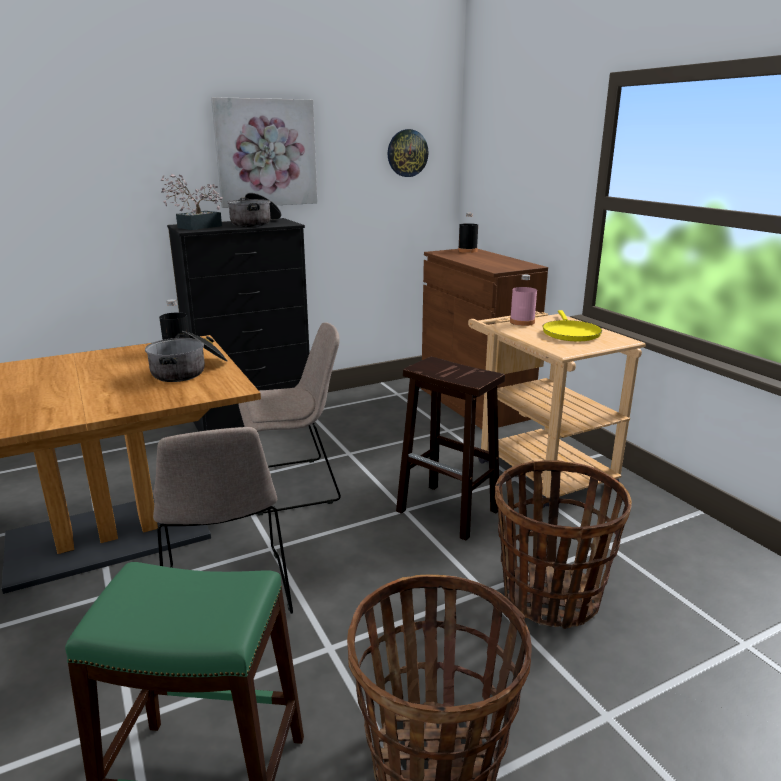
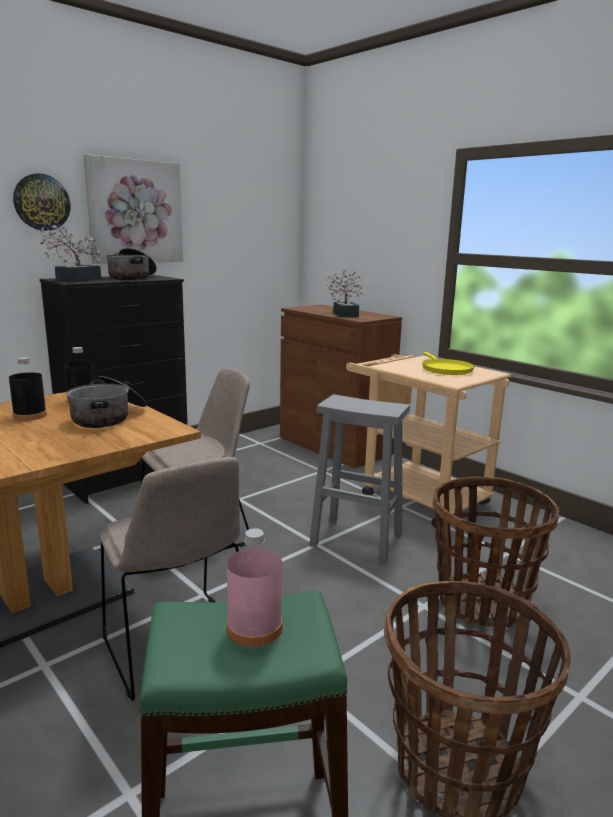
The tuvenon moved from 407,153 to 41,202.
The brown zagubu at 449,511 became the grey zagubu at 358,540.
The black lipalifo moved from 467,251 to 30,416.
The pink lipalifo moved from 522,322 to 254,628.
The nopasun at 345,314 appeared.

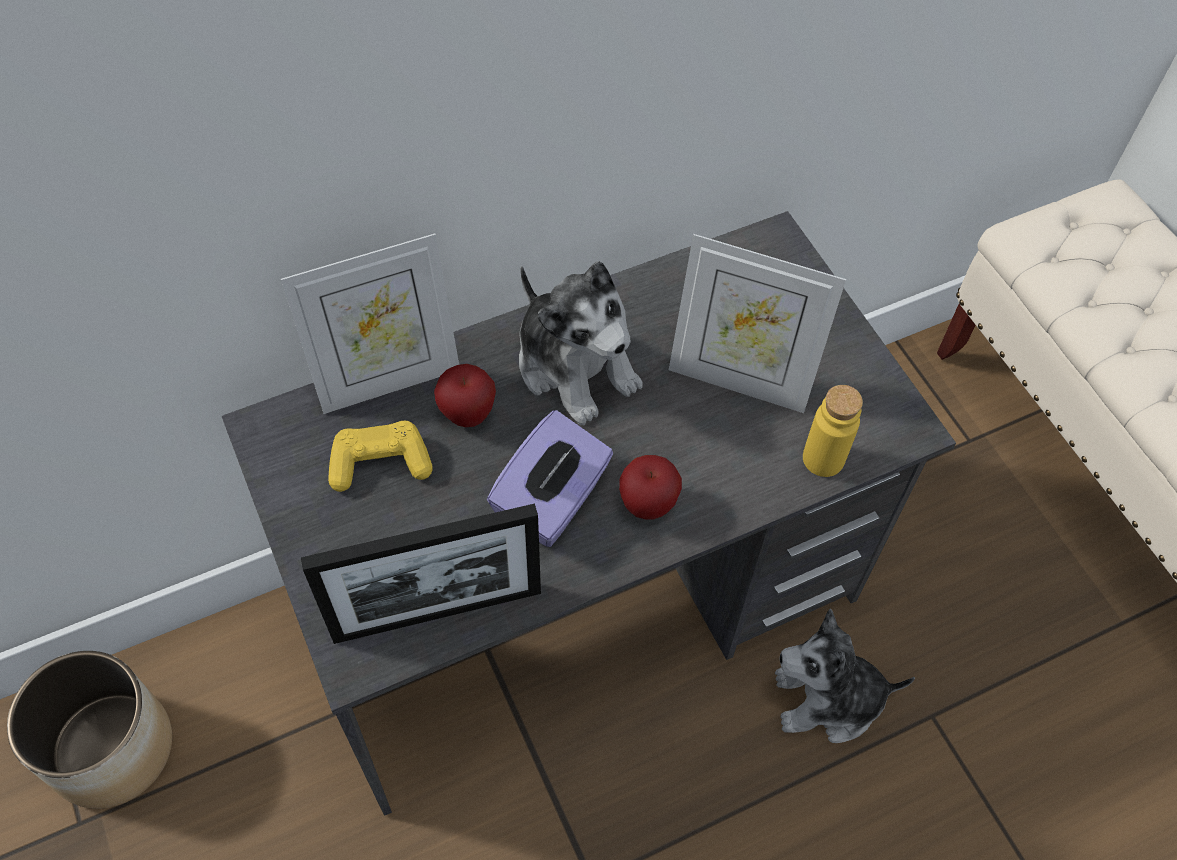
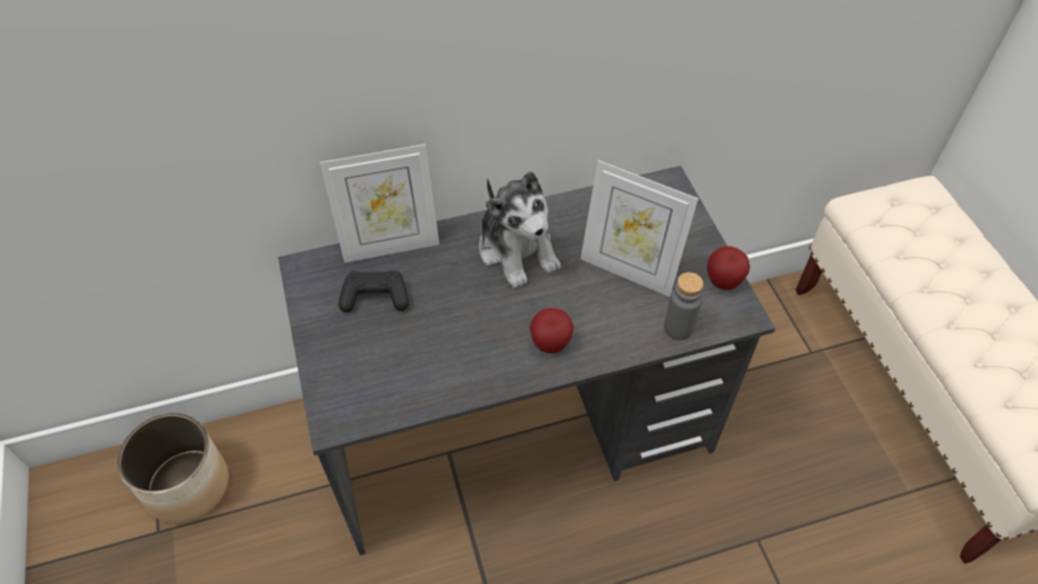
The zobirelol at 437,613 disappeared.
The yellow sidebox at 380,463 became the black sidebox at 375,297.
The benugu moved from 467,414 to 723,282.
The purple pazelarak at 552,500 disappeared.
The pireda at 828,700 disappeared.
The yellow lipalifo at 823,459 became the grey lipalifo at 678,328.

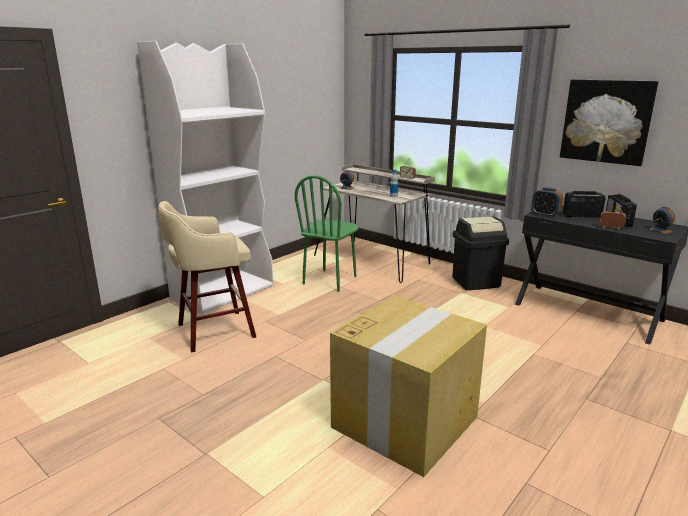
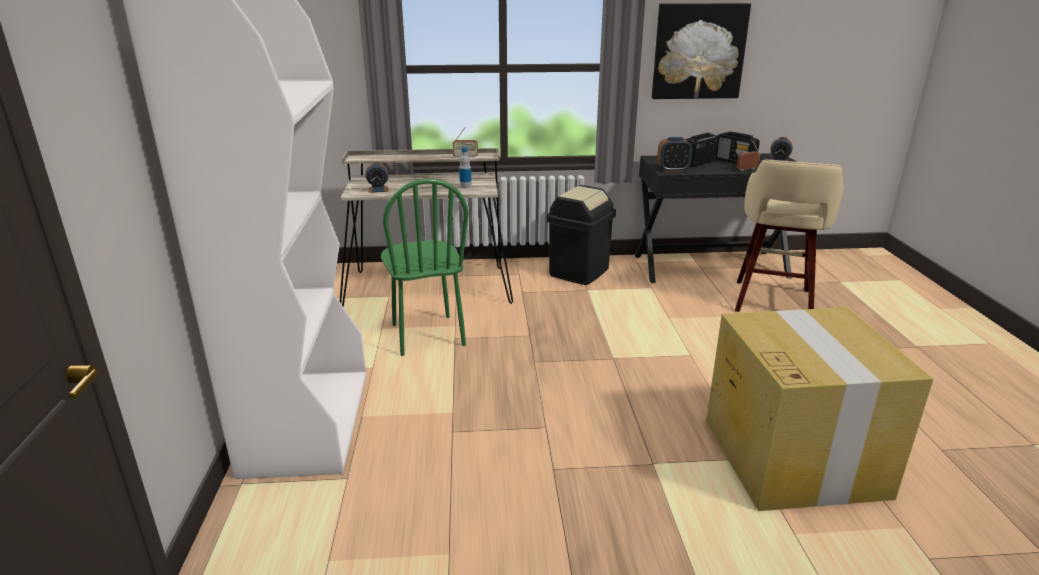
The beige zagubu moved from 213,331 to 772,302.

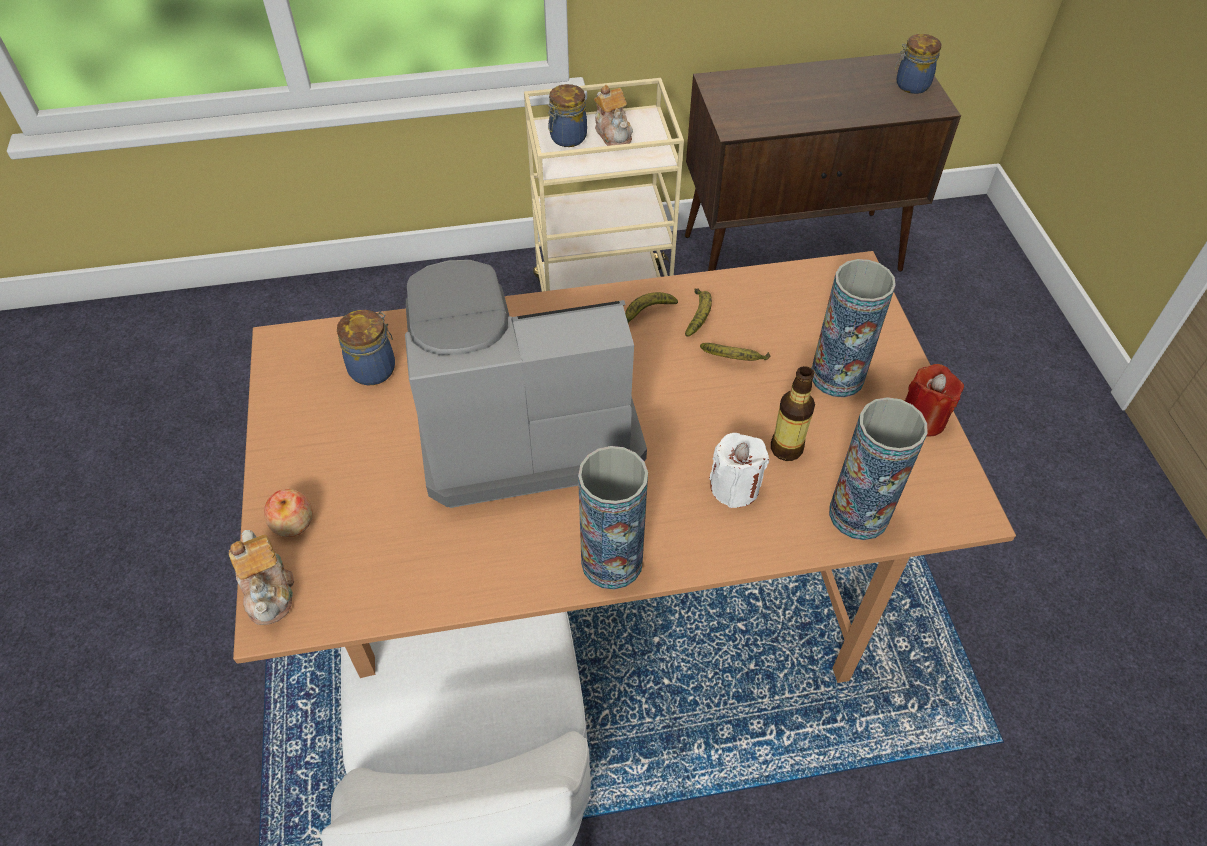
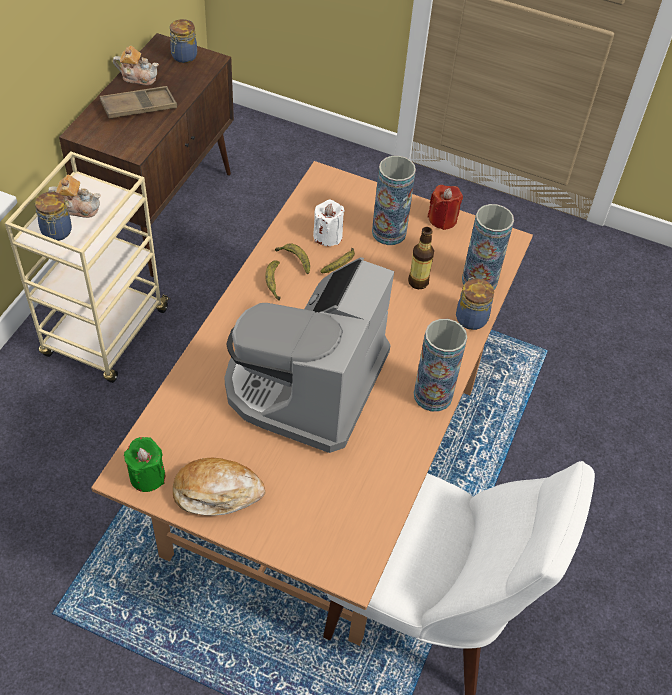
The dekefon moved from 269,590 to 138,77.
The benugu at 293,523 disappeared.
The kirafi moved from 374,368 to 470,317.
The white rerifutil moved from 734,487 to 327,236.
The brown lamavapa at 139,107 appeared.
The green rerifutil at 147,476 appeared.
The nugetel at 217,492 appeared.

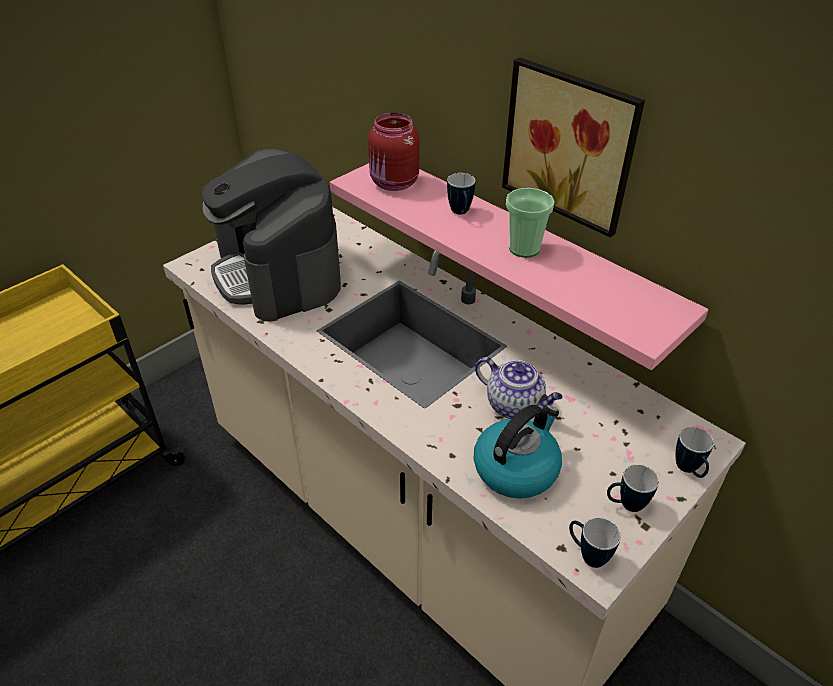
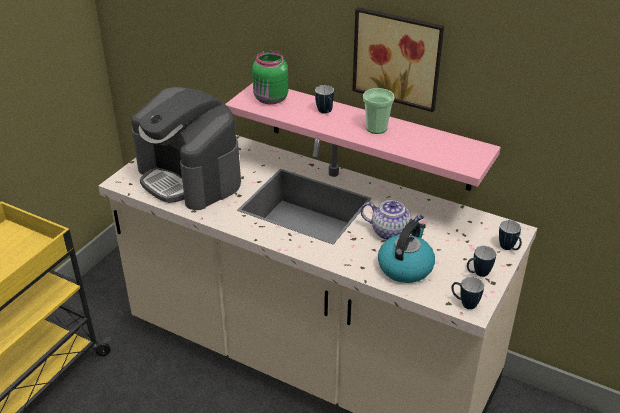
The red kirafi at 393,184 became the green kirafi at 270,99.

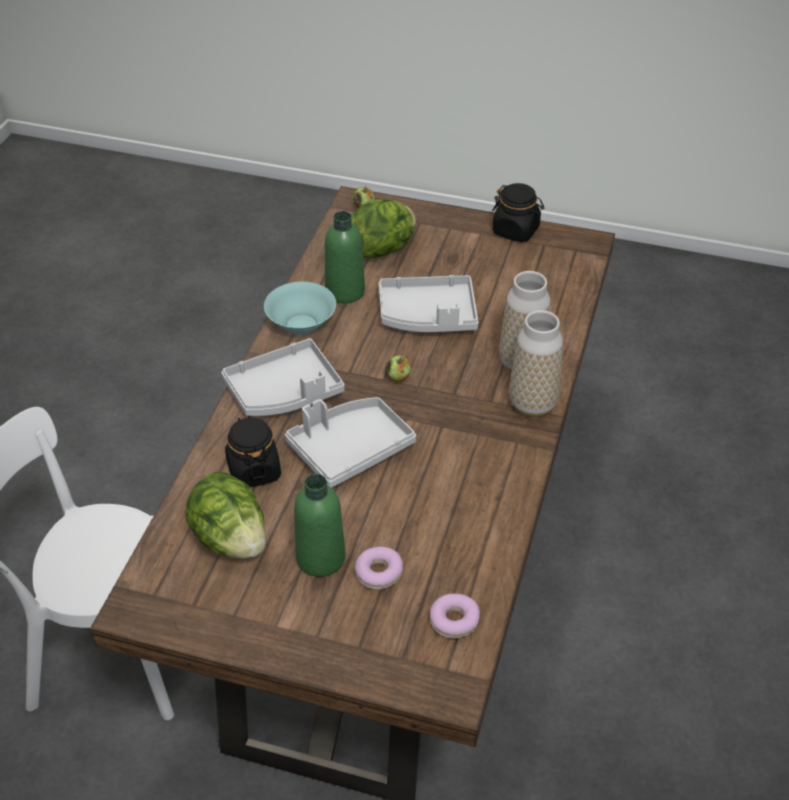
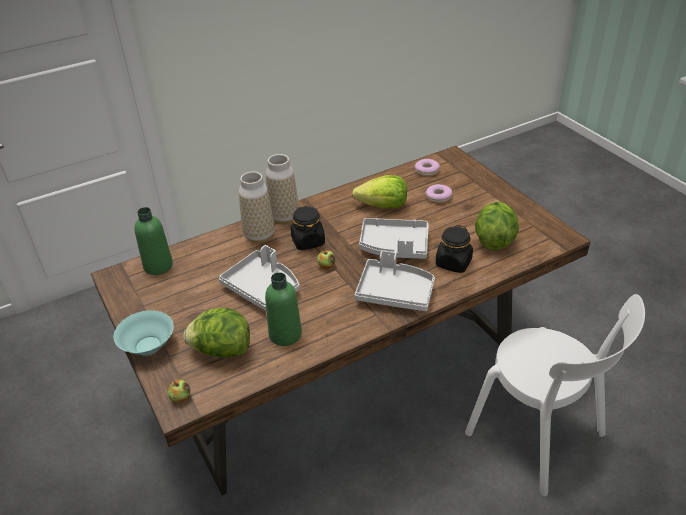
The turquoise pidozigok moved from 301,324 to 147,346.
The green lipalifo moved from 320,558 to 158,266.
The black kirafi moved from 516,230 to 308,241.
The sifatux at 383,206 appeared.

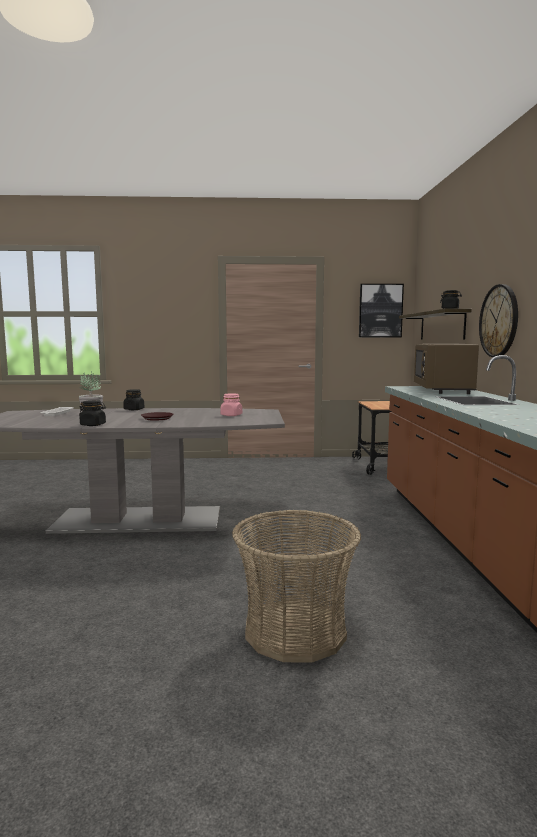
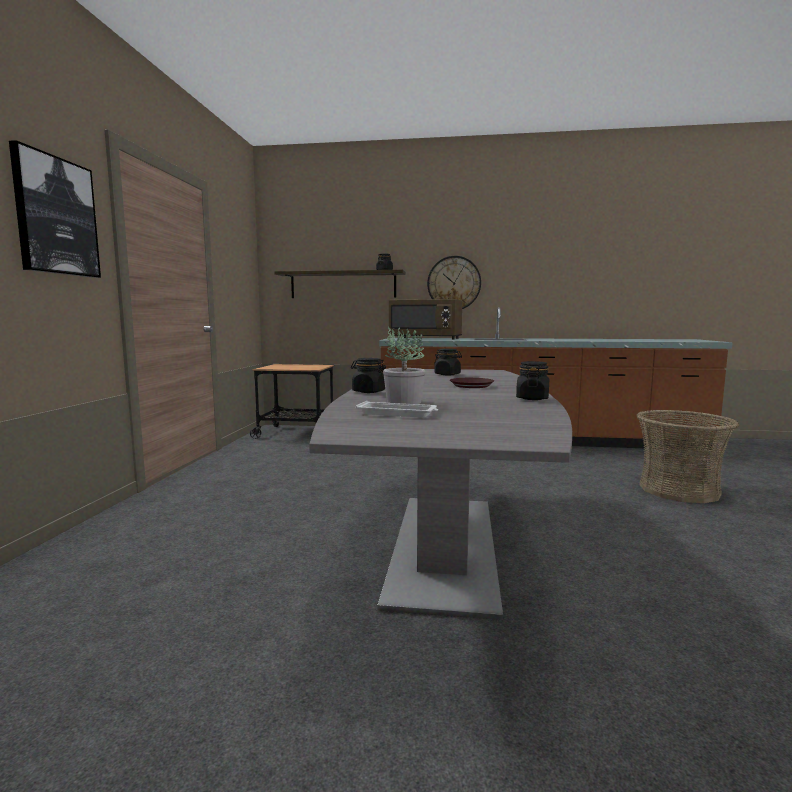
The pink kirafi at 231,415 became the black kirafi at 447,374.
The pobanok moved from 380,310 to 56,216.

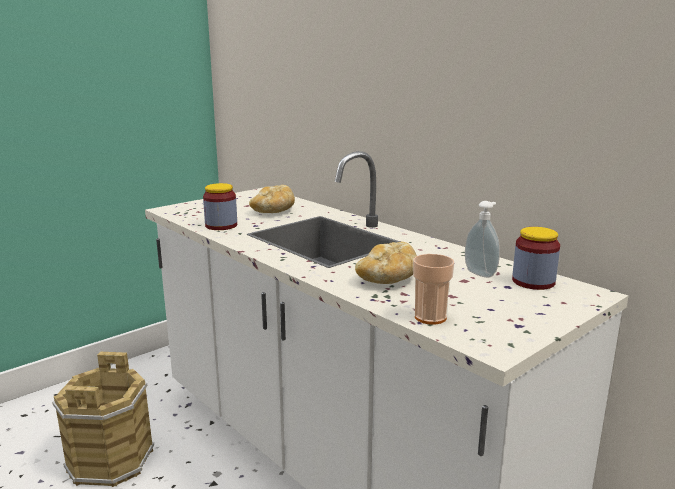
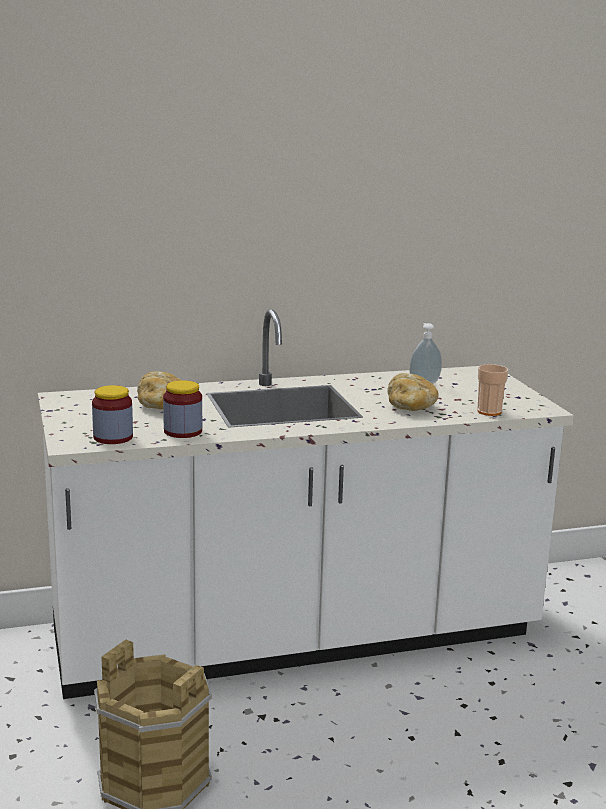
The kirafi moved from 533,282 to 113,437.

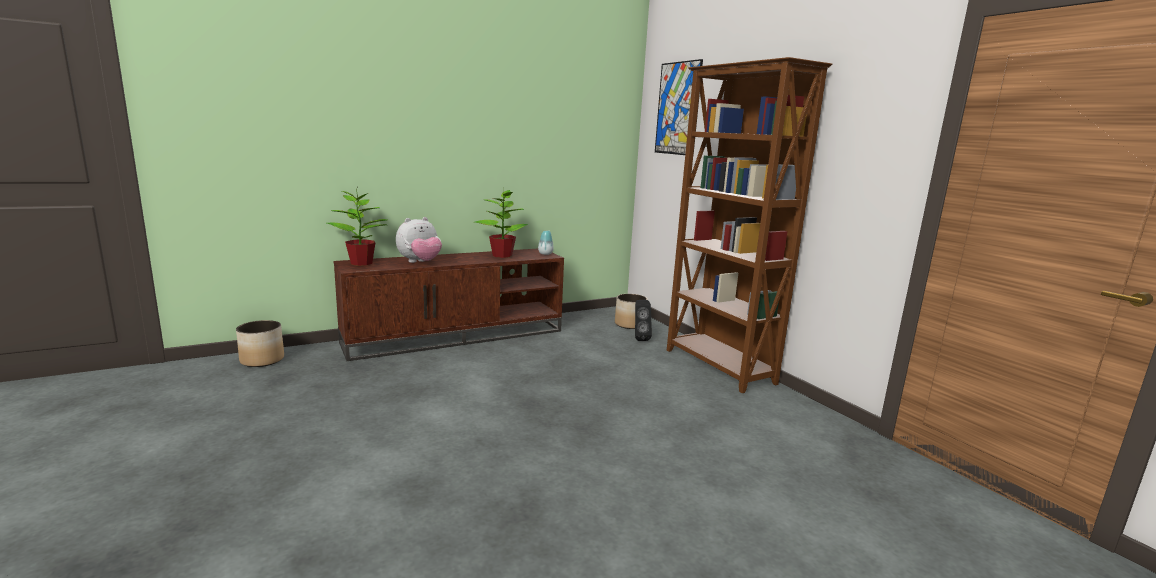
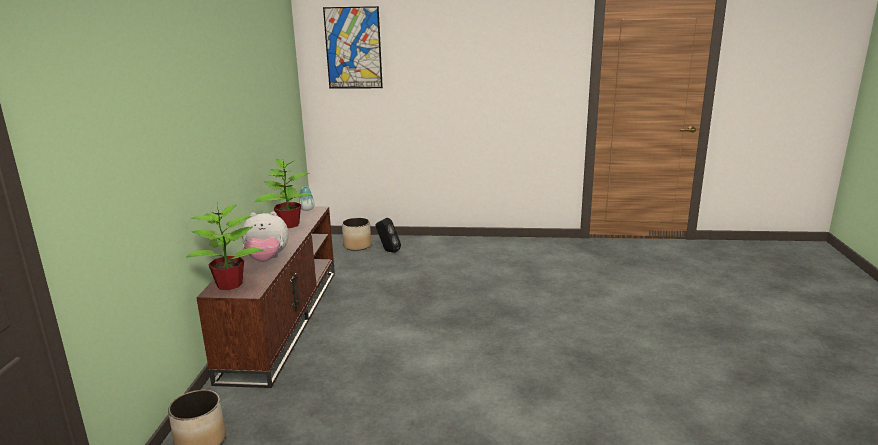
The pireda at 420,262 turned 90 degrees clockwise.
The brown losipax at 718,367 disappeared.

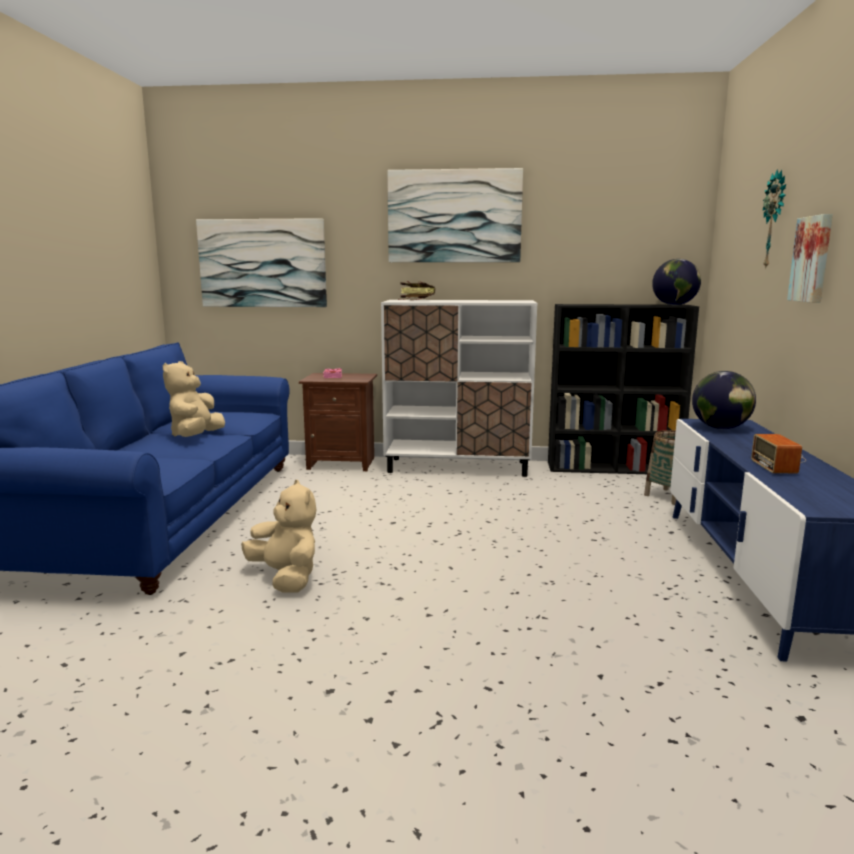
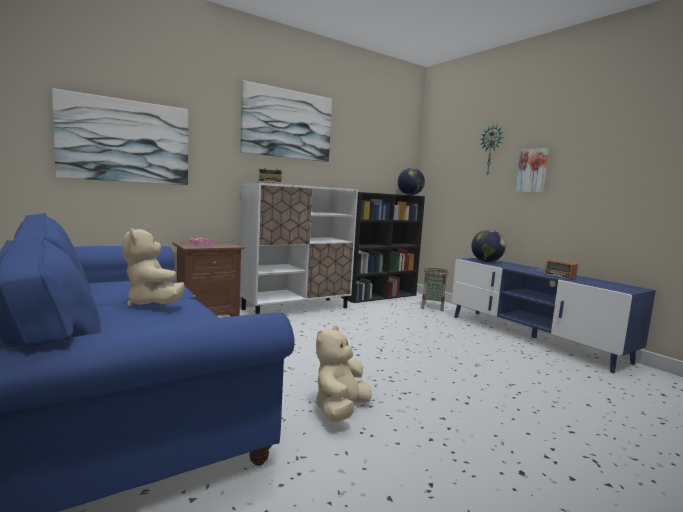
The beige pireda at 286,578 turned 75 degrees counterclockwise.

